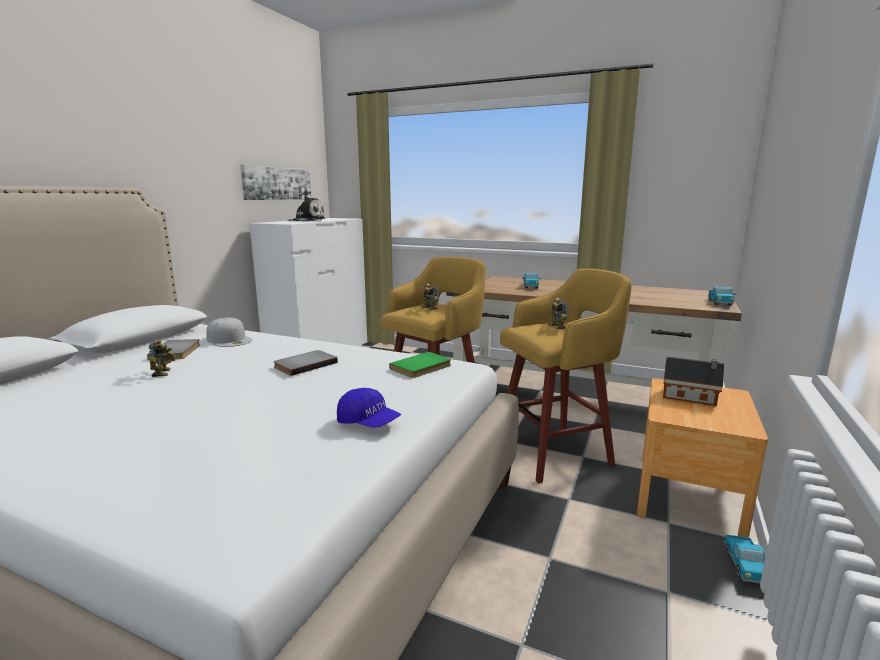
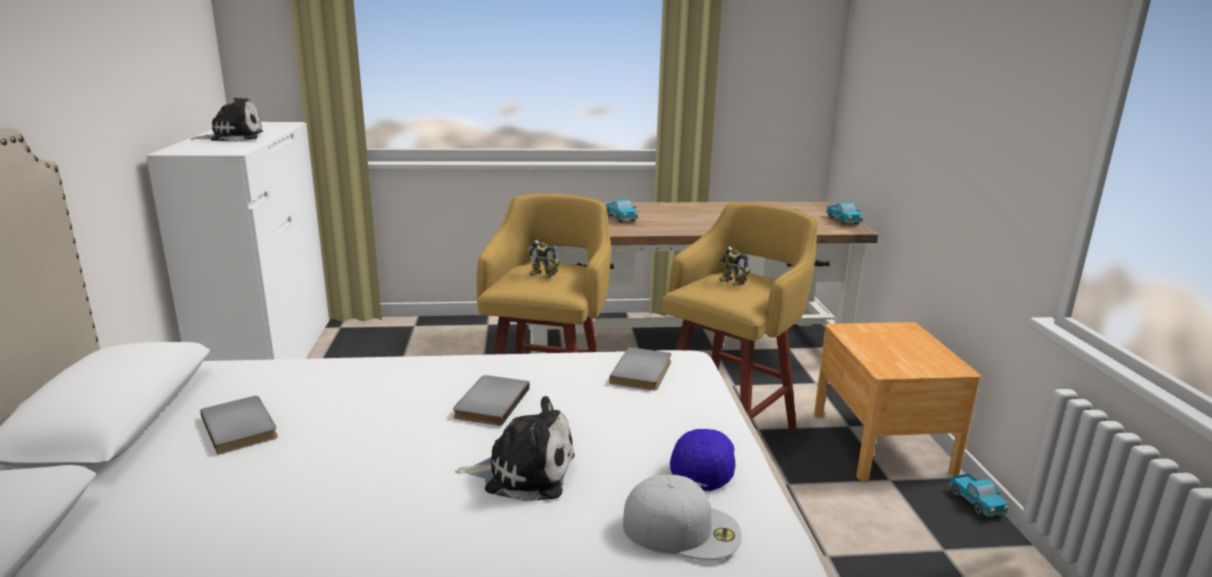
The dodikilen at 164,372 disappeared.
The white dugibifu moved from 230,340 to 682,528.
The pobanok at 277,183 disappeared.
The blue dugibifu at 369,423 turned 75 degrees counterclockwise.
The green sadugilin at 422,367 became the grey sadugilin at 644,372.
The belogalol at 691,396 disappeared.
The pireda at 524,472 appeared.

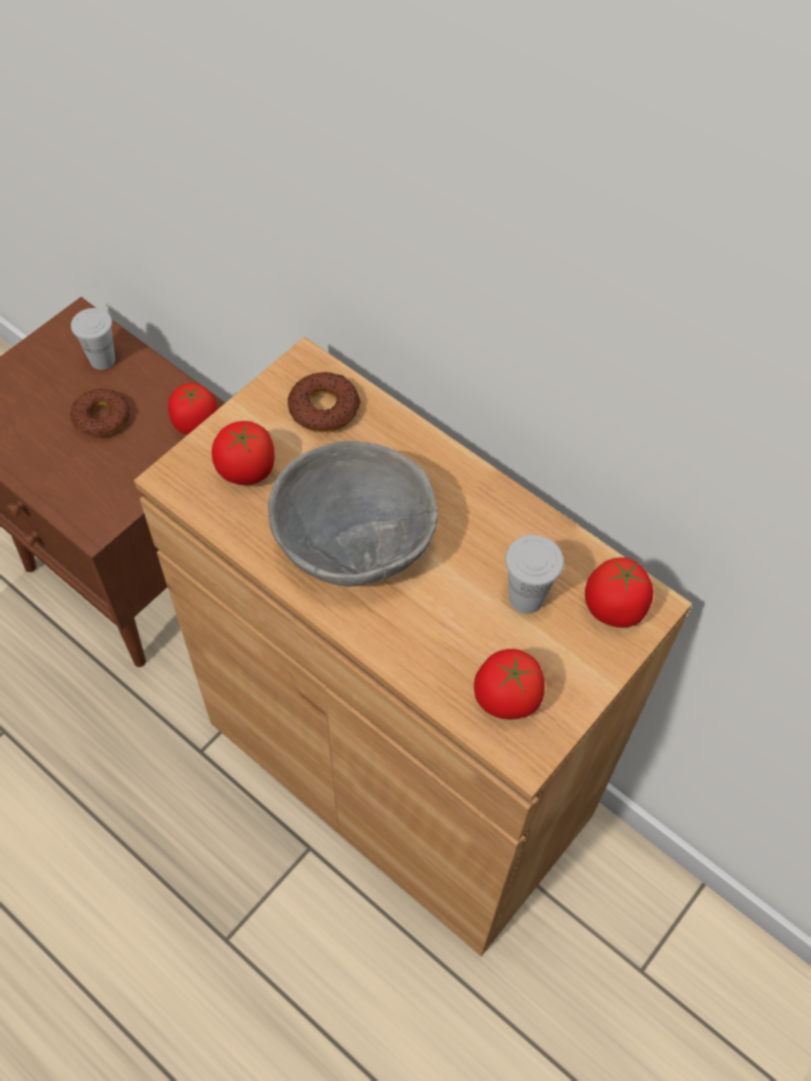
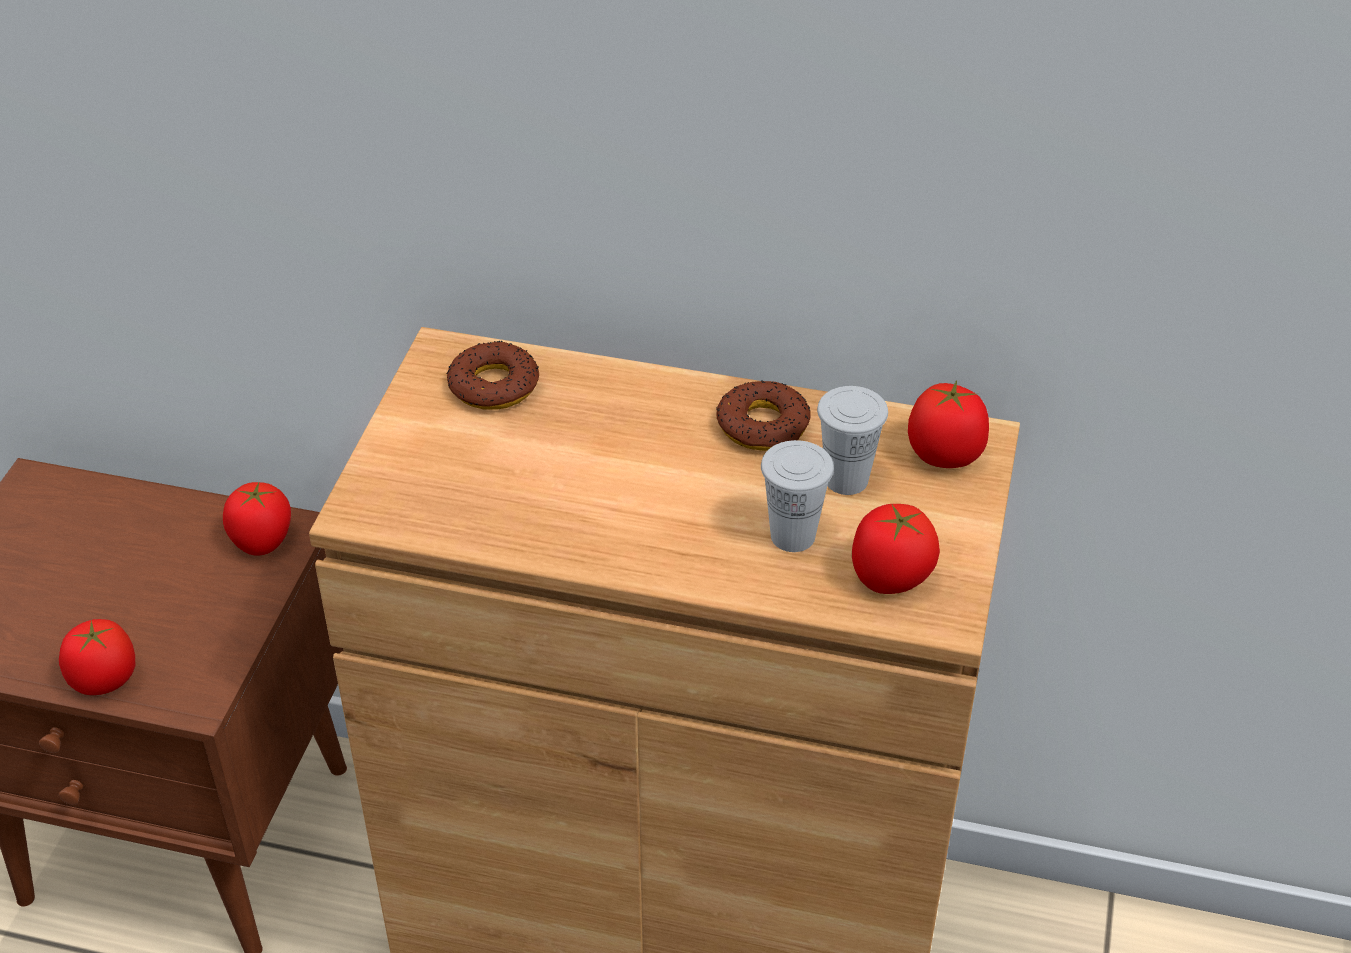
The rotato moved from 102,418 to 763,425.
The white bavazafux moved from 102,360 to 792,536.
The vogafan moved from 246,471 to 104,680.
The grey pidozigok at 353,540 disappeared.

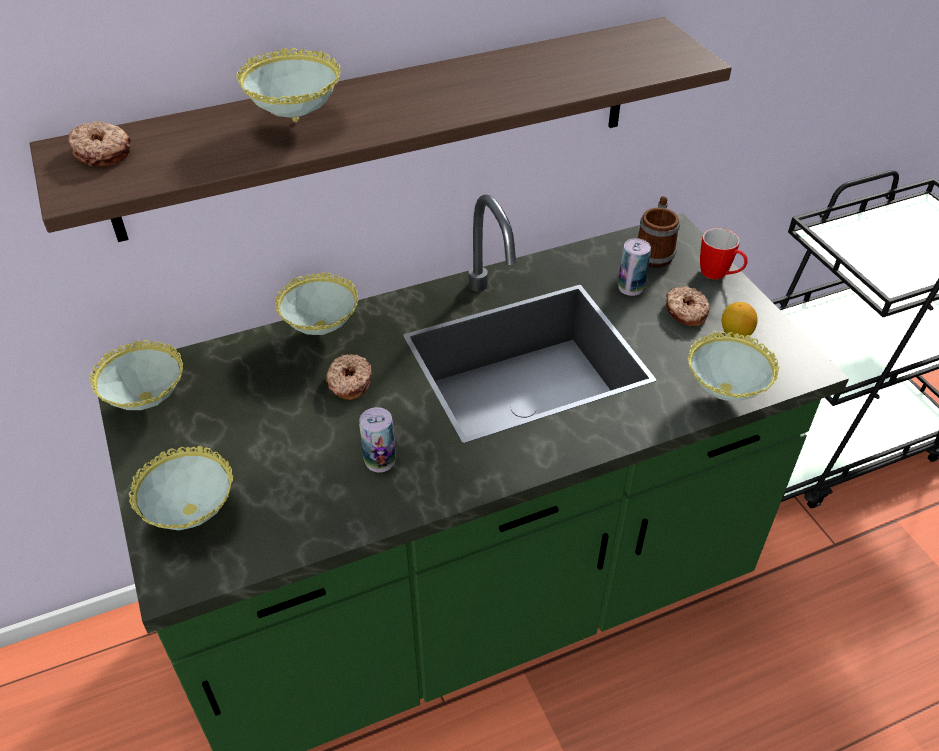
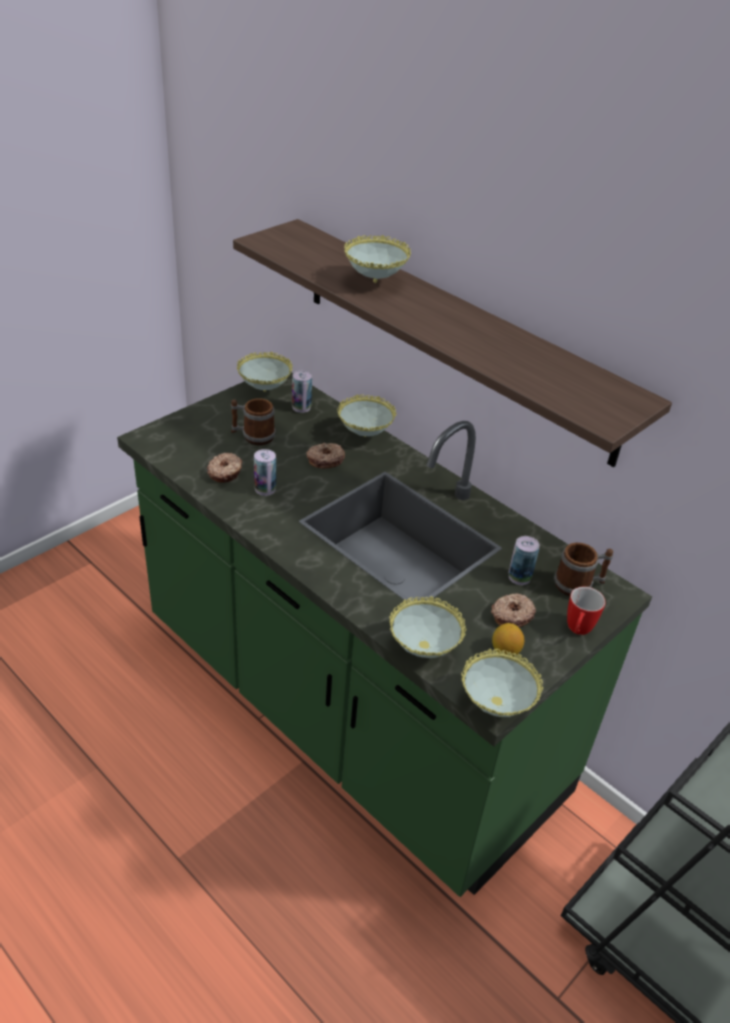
The rotato moved from 103,152 to 225,472.
The pidozigok moved from 192,517 to 495,707.
The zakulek at 252,436 appeared.
The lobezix at 301,407 appeared.

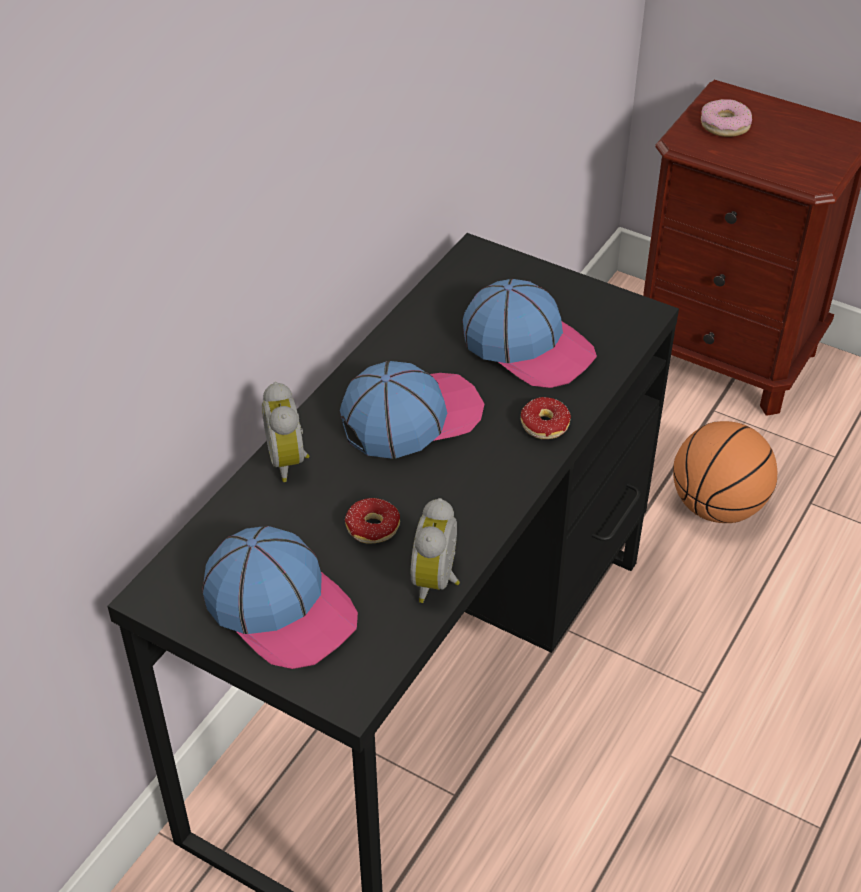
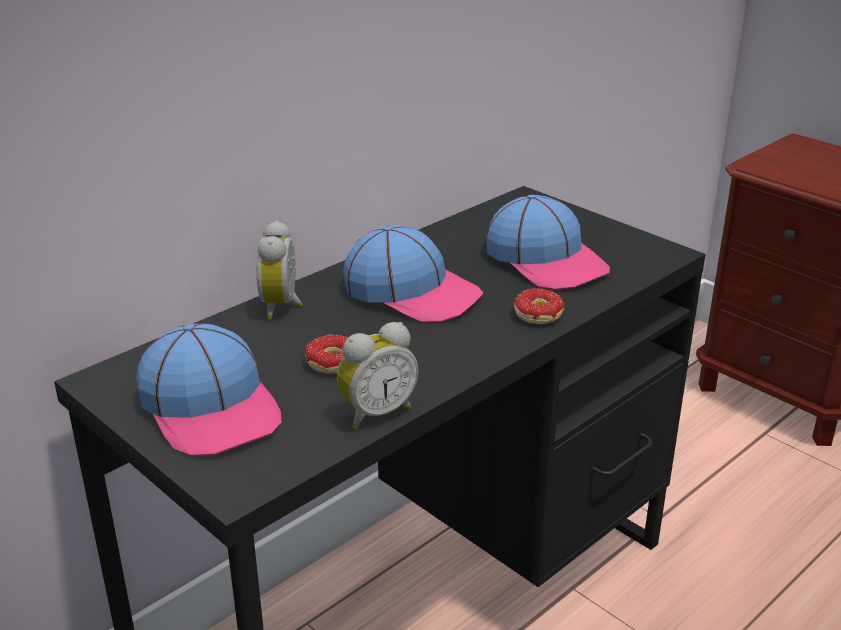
The dugibifu at 411,416 turned 45 degrees clockwise.
The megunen at 438,581 turned 150 degrees counterclockwise.
The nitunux at 717,506 disappeared.
The rotato at 725,125 disappeared.

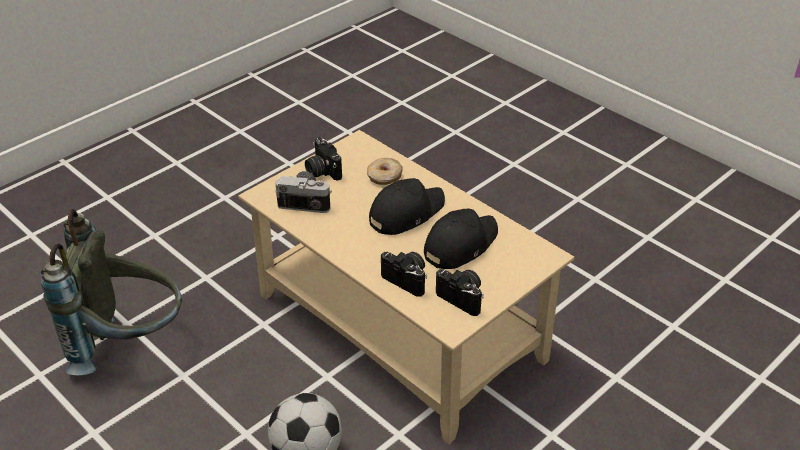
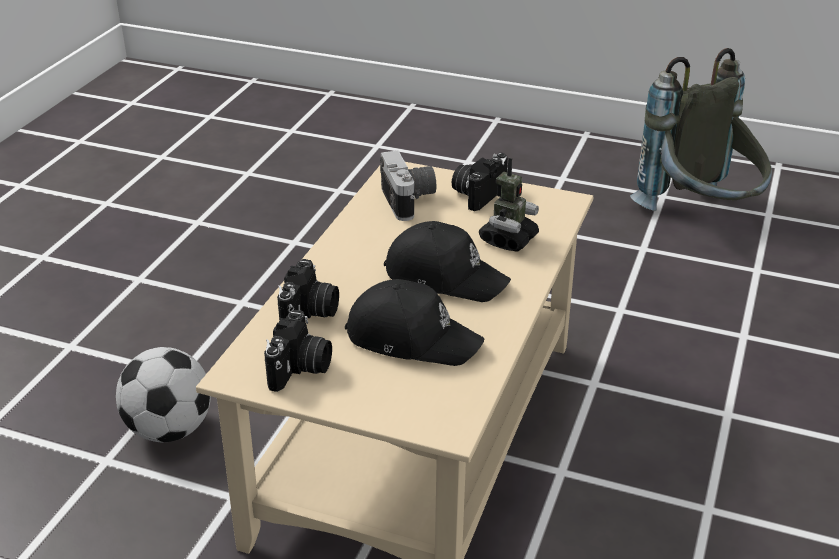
The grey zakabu moved from 129,344 to 700,217.
The rotato at 384,177 was replaced by the dodikilen at 508,240.

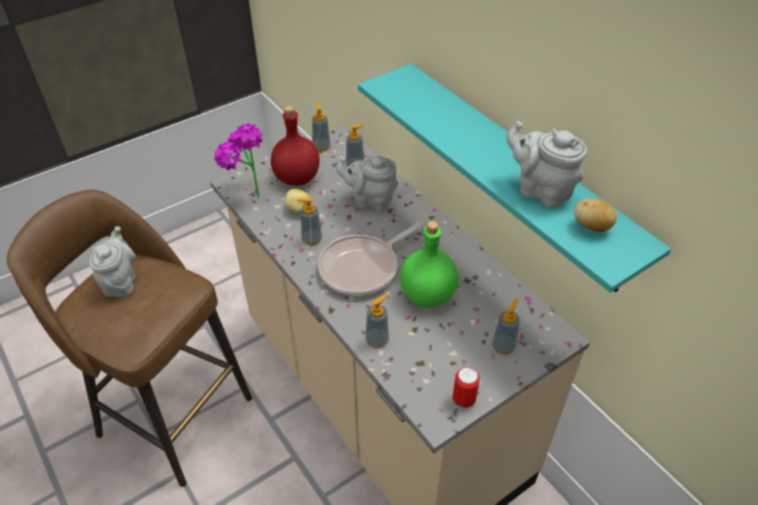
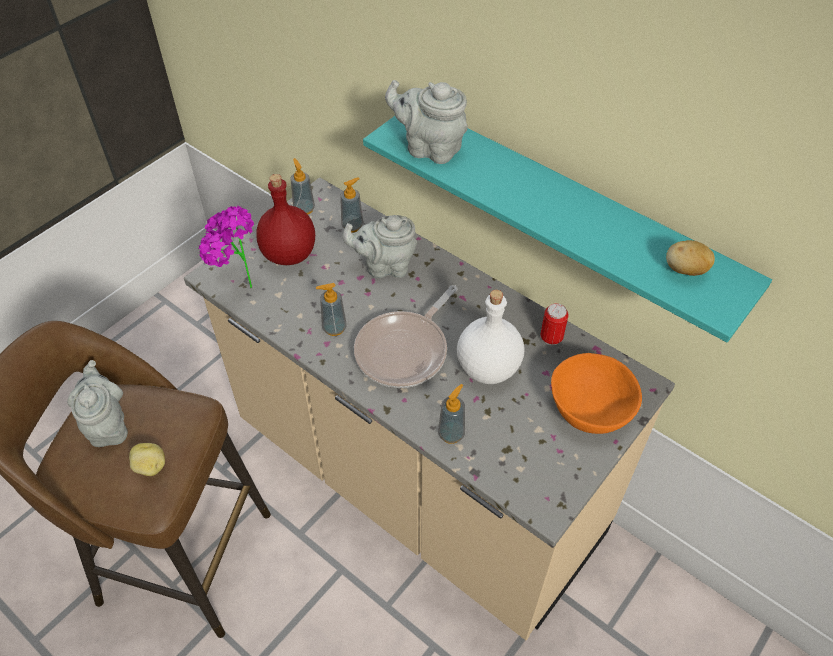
The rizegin moved from 298,210 to 150,467.
The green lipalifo at 427,294 became the white lipalifo at 487,367.
The lobezix moved from 464,400 to 551,338.
The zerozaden at 503,346 was replaced by the orange pidozigok at 588,410.
The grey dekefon moved from 540,191 to 429,148.

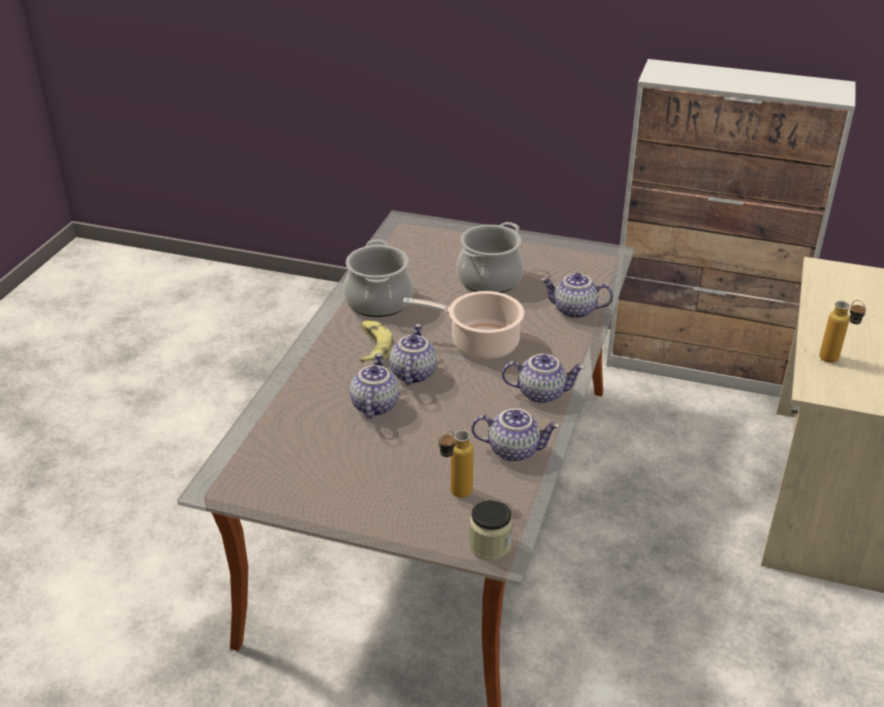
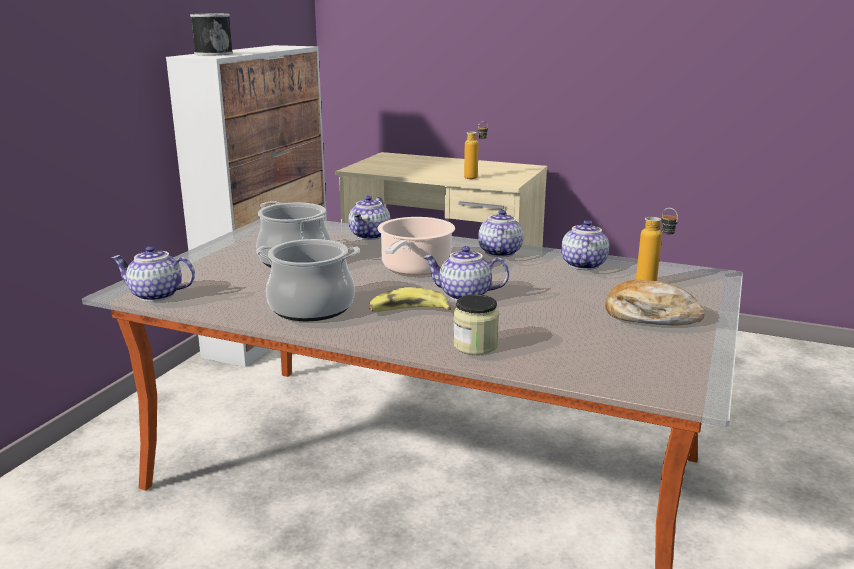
The dekefon moved from 373,405 to 155,295.
The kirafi moved from 490,545 to 475,345.
The lobezix at 213,54 appeared.
The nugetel at 650,316 appeared.

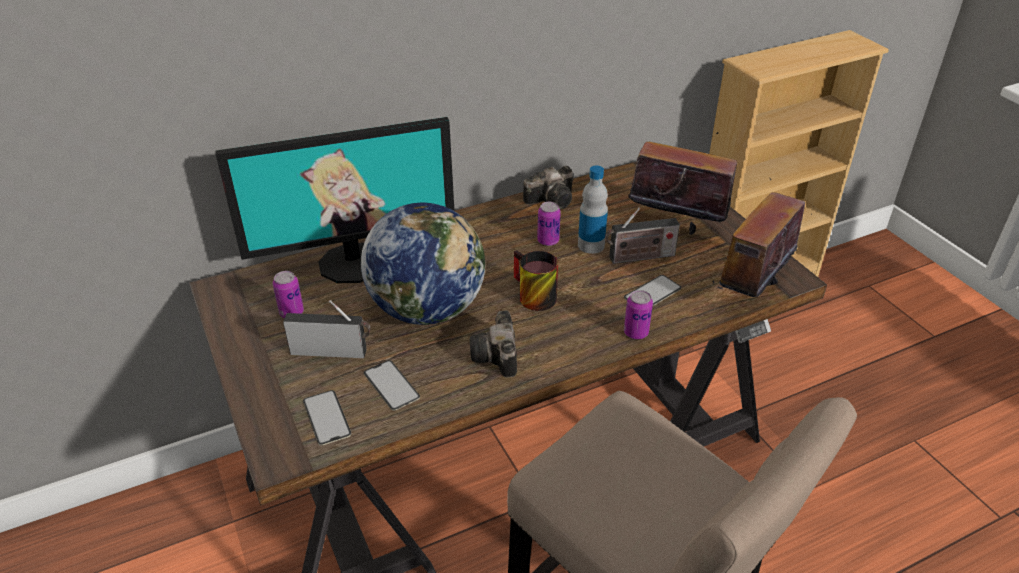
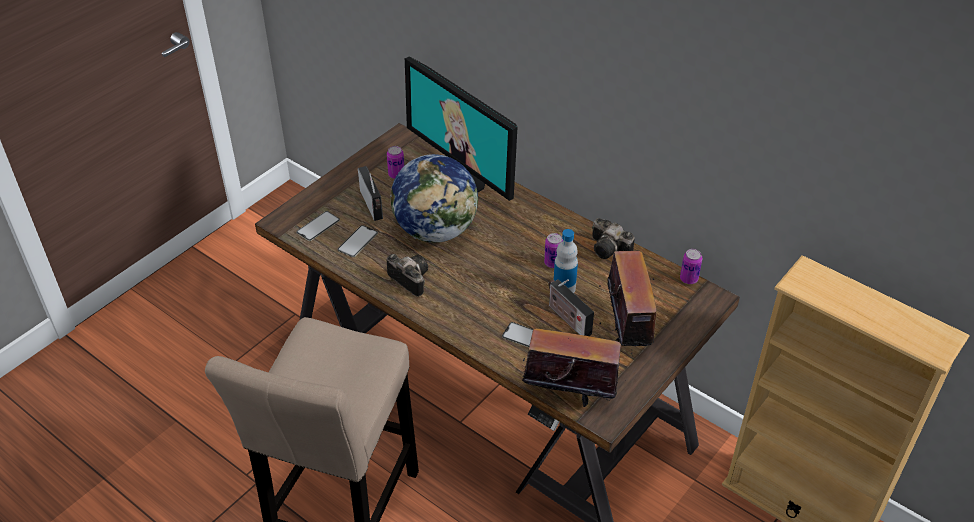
The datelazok at 497,357 turned 75 degrees clockwise.
The zakulek at 530,296 disappeared.
The lobezix moved from 636,333 to 688,279.

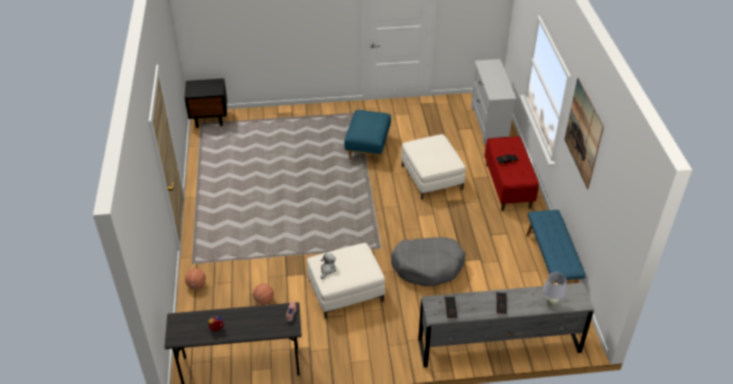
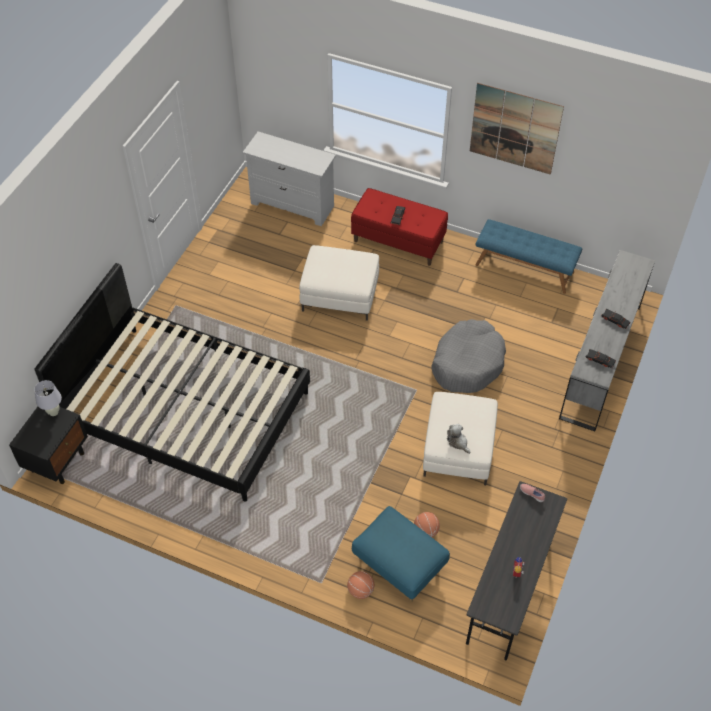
The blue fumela moved from 368,147 to 400,566.
The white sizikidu moved from 551,304 to 54,412.
The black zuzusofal at 186,409 appeared.

